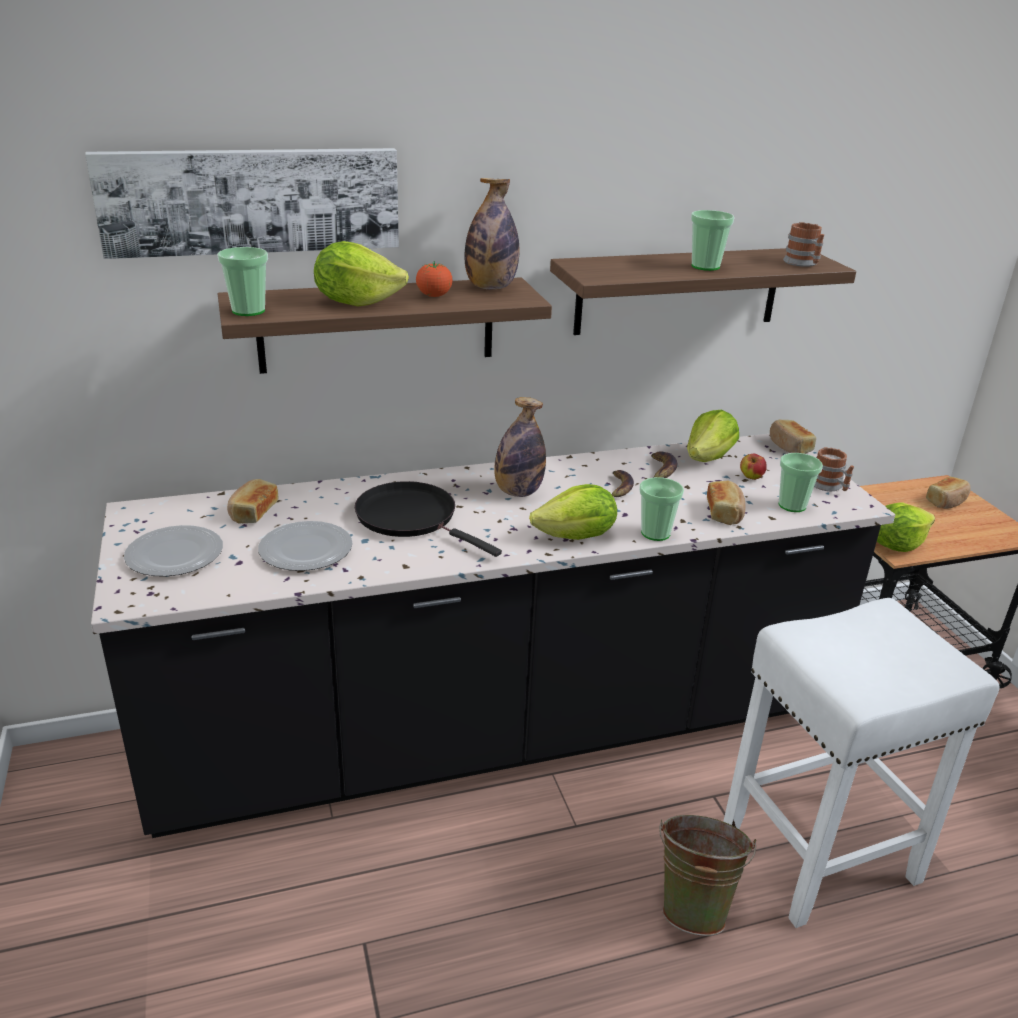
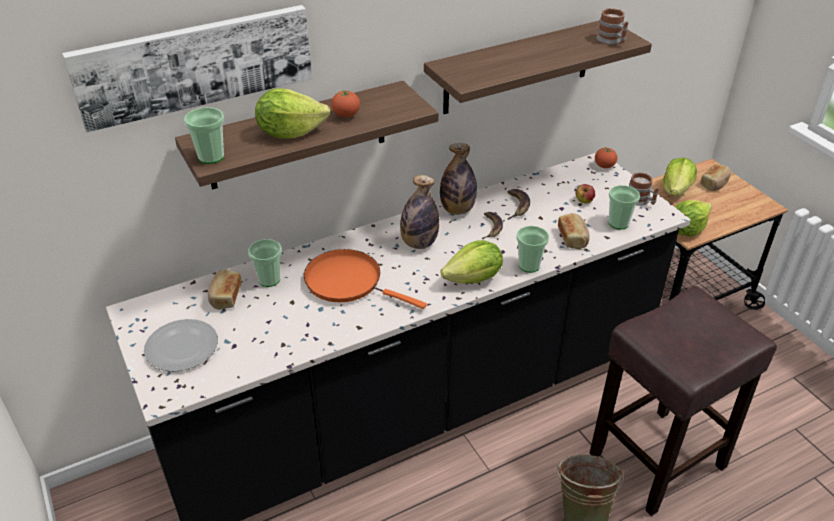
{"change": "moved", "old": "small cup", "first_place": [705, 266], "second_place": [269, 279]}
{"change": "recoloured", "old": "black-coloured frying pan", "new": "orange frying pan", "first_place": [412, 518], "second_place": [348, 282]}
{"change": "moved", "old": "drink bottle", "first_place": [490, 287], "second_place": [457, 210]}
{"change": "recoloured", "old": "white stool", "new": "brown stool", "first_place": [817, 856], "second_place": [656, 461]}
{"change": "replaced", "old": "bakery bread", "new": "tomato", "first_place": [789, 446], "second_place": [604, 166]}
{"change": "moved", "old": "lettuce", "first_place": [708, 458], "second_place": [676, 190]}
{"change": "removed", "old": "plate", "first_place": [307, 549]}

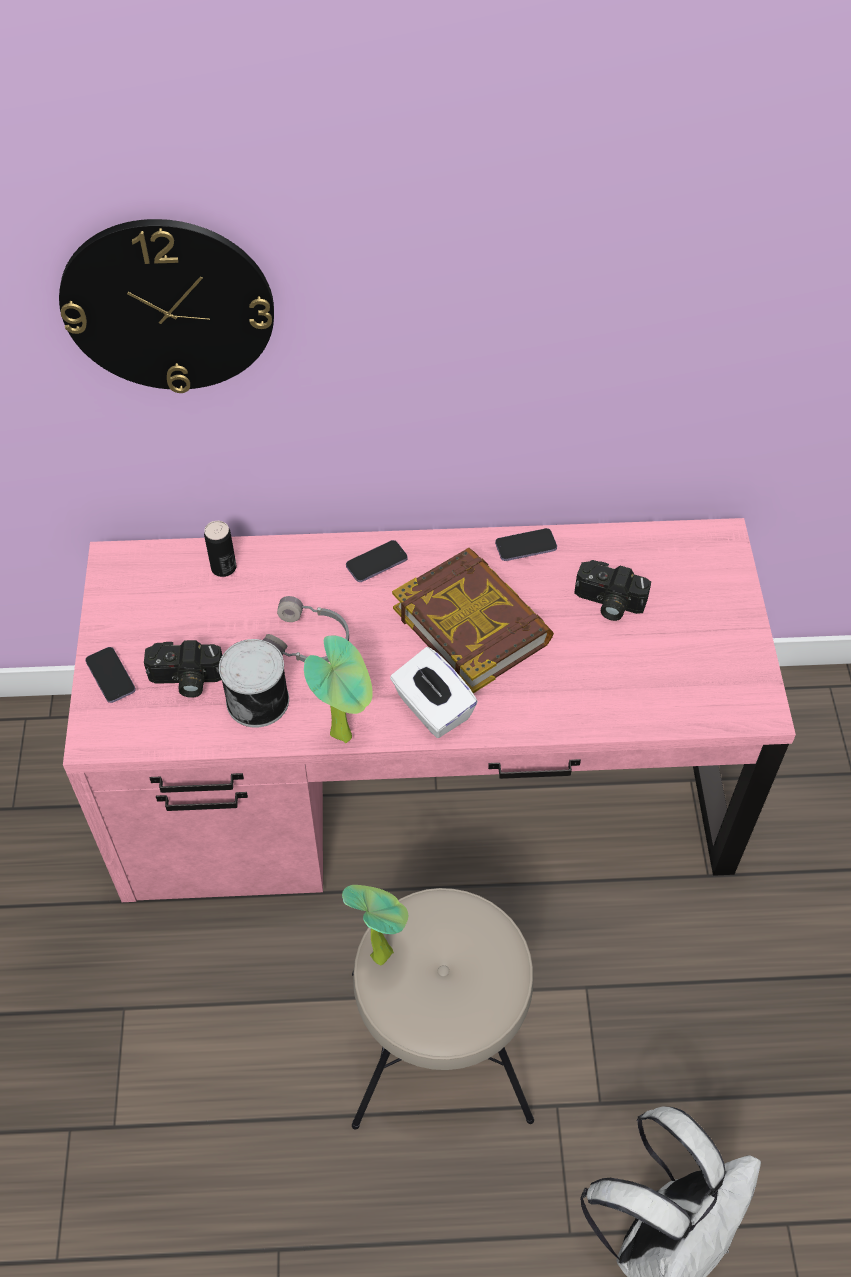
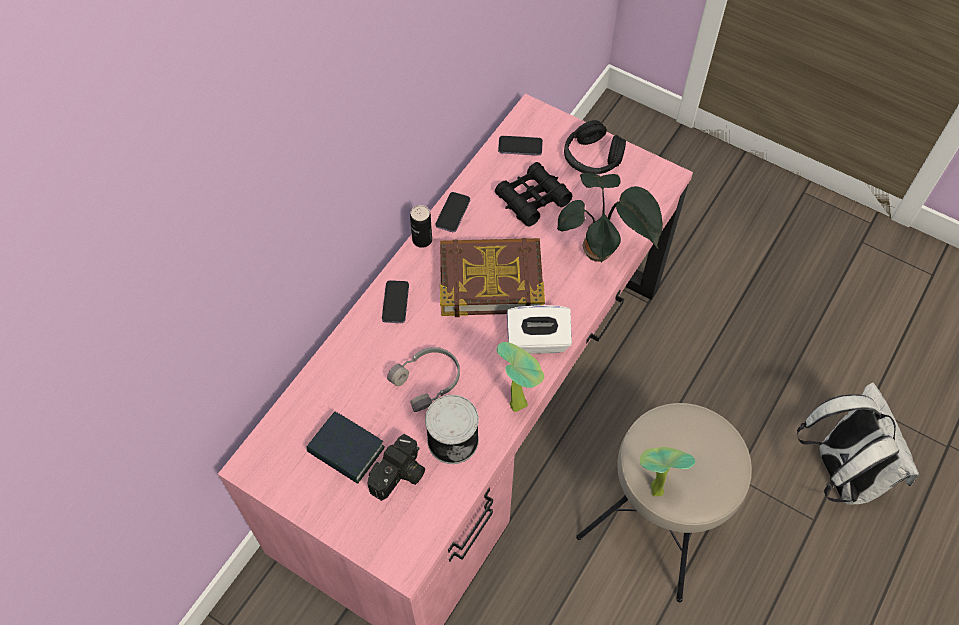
{"change": "added", "new": "book", "second_place": [346, 451]}
{"change": "moved", "old": "metal can", "first_place": [223, 567], "second_place": [422, 240]}
{"change": "replaced", "old": "photo camera", "new": "black-coloured binoculars", "first_place": [608, 603], "second_place": [532, 199]}
{"change": "moved", "old": "telephone", "first_place": [111, 676], "second_place": [520, 147]}
{"change": "added", "new": "potted plant", "second_place": [601, 253]}
{"change": "added", "new": "black-coloured headset", "second_place": [592, 158]}
{"change": "removed", "old": "hanging clock", "first_place": [168, 306]}

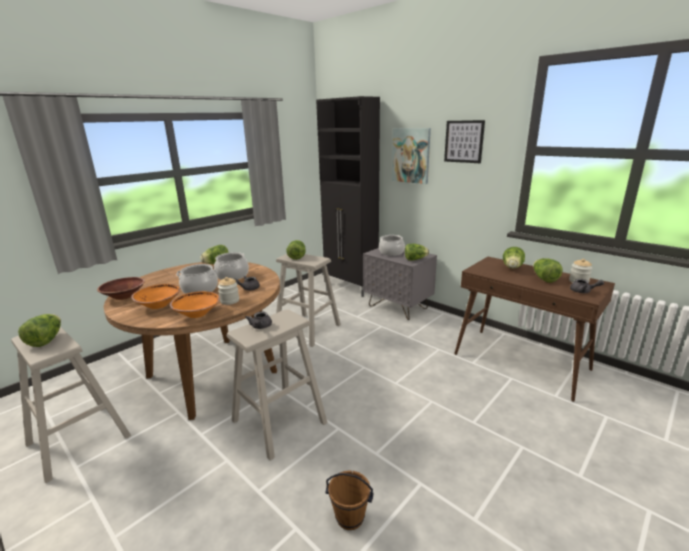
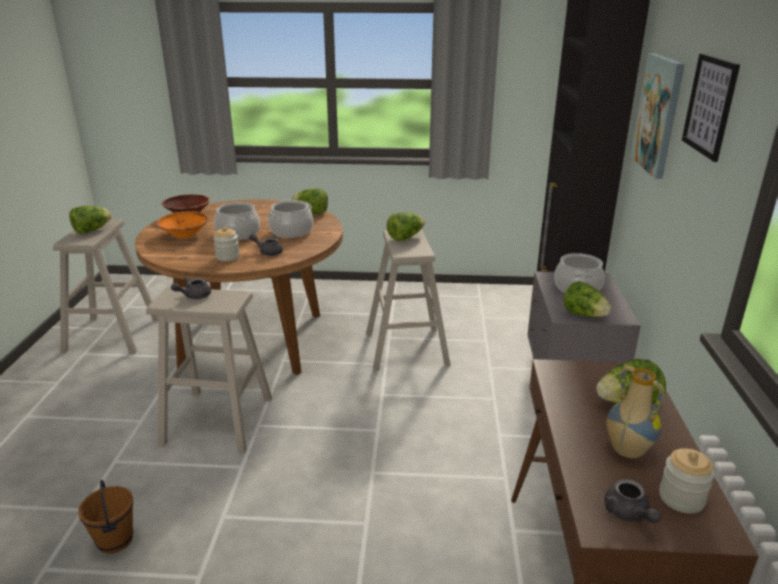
{"change": "replaced", "old": "lettuce", "new": "decorative vase", "first_place": [544, 279], "second_place": [626, 450]}
{"change": "removed", "old": "orange serving bowl", "first_place": [197, 313]}

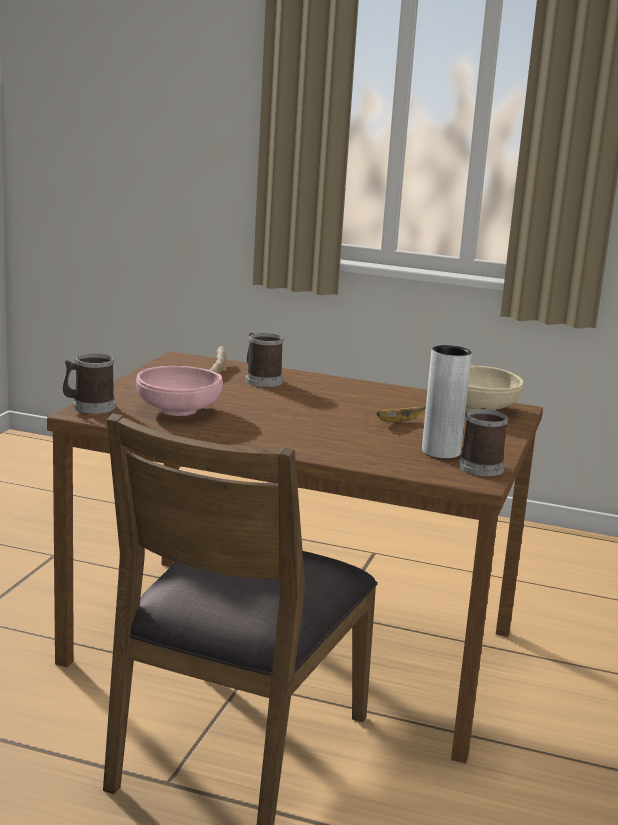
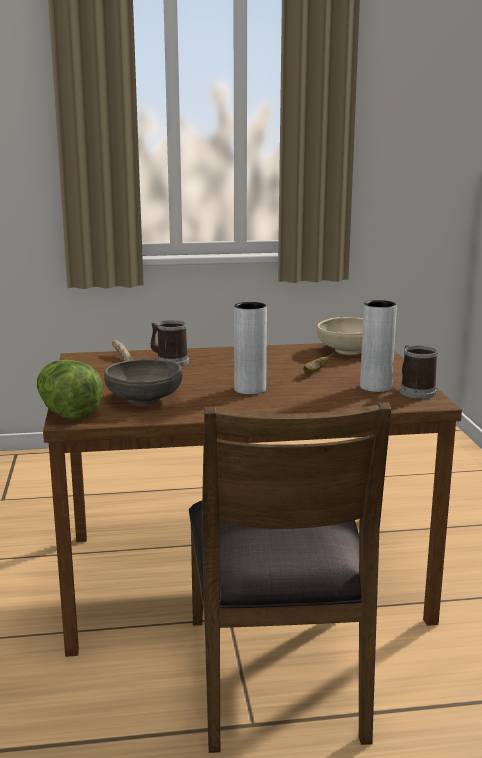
{"change": "replaced", "old": "tea mug", "new": "lettuce", "first_place": [89, 407], "second_place": [67, 413]}
{"change": "recoloured", "old": "pink-coloured serving bowl", "new": "grey serving bowl", "first_place": [178, 410], "second_place": [144, 399]}
{"change": "added", "new": "grey decorative vase", "second_place": [250, 389]}

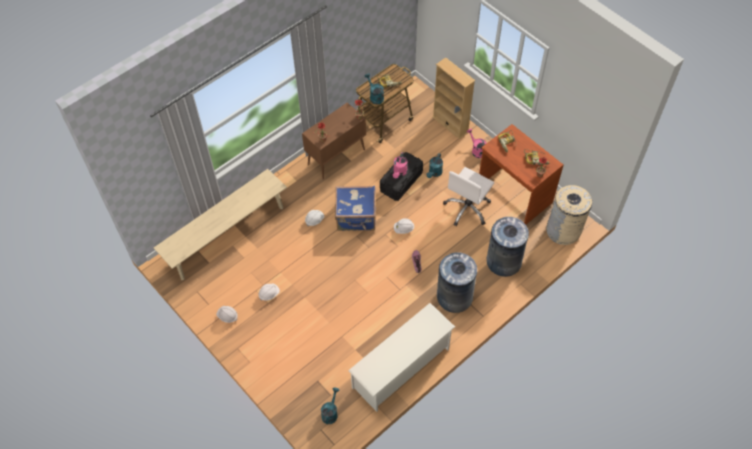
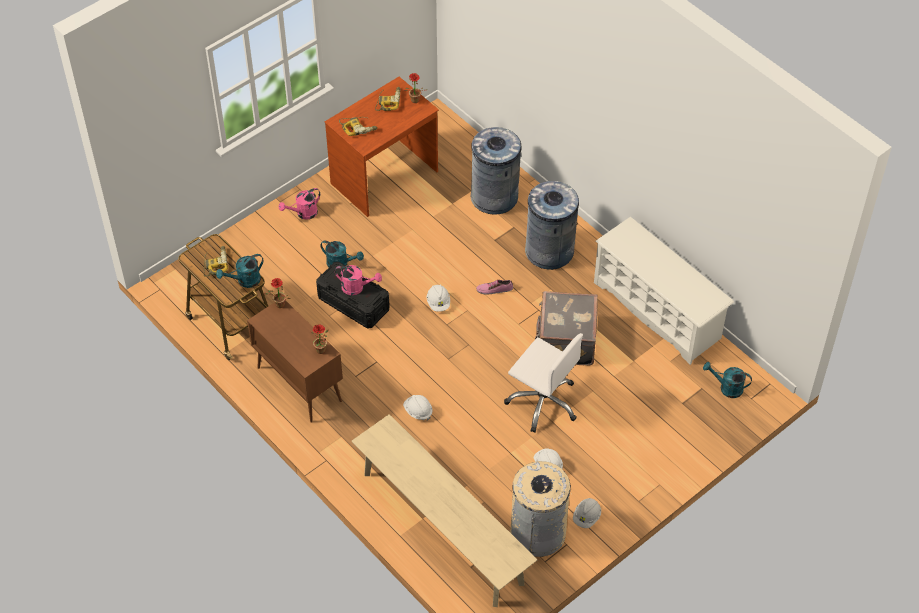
{"change": "moved", "old": "white desk chair", "first_place": [467, 208], "second_place": [543, 402]}
{"change": "moved", "old": "beige rubbish bin", "first_place": [563, 230], "second_place": [538, 532]}
{"change": "added", "new": "grey piece of luggage", "second_place": [565, 341]}
{"change": "removed", "old": "blue piece of luggage", "first_place": [356, 217]}
{"change": "removed", "old": "beige bookshelf", "first_place": [450, 124]}

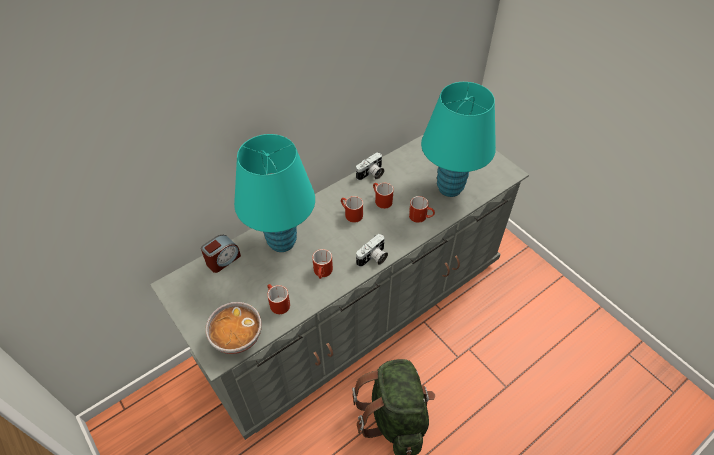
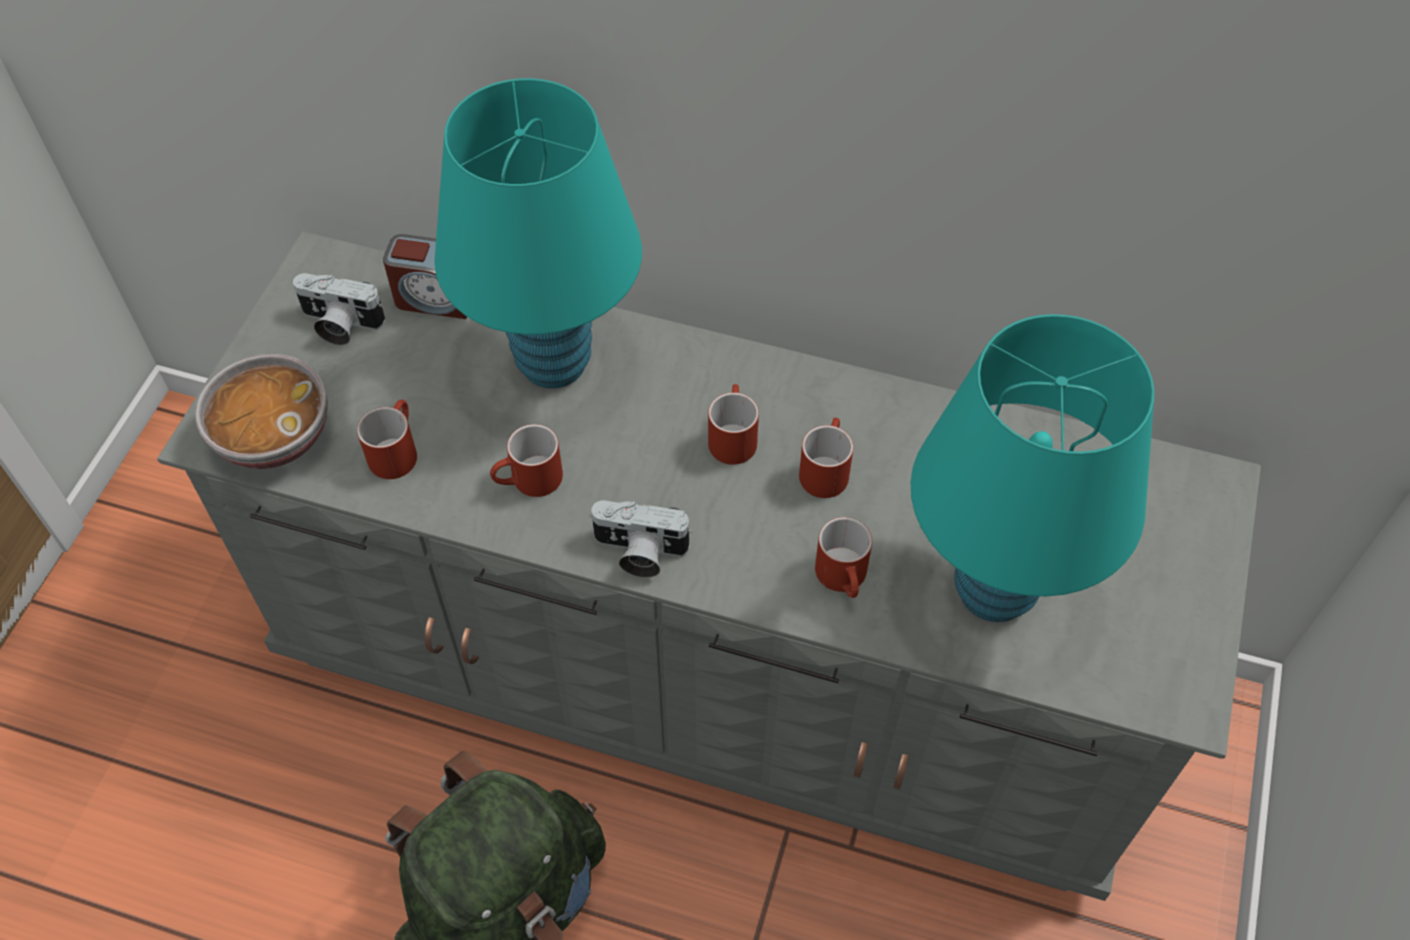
{"change": "moved", "old": "photo camera", "first_place": [371, 174], "second_place": [339, 324]}

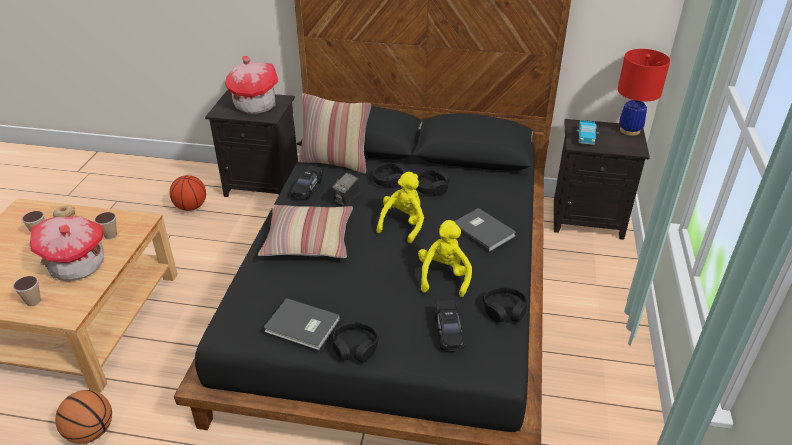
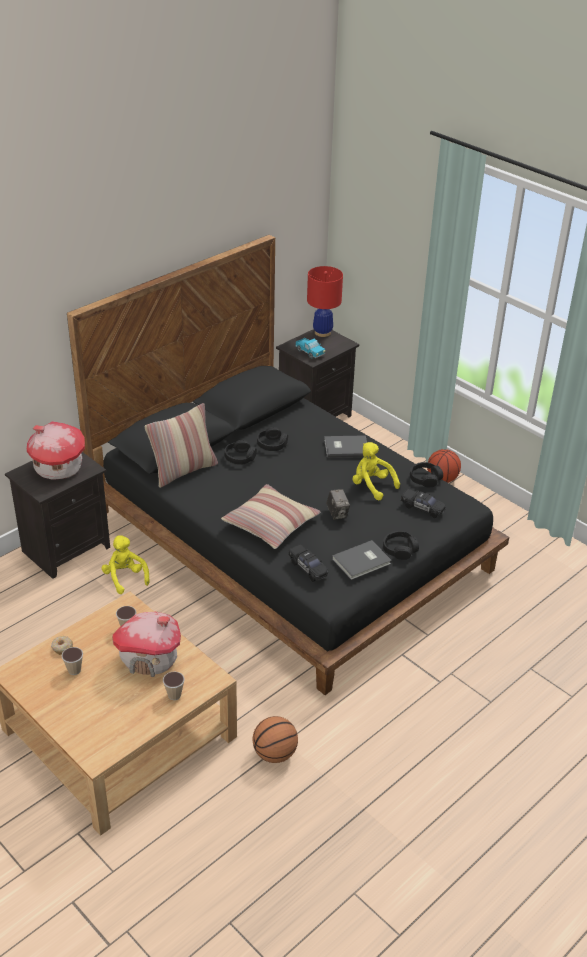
{"change": "moved", "old": "yellowish cuddly toy", "first_place": [403, 224], "second_place": [125, 577]}
{"change": "moved", "old": "black-coloured toy car", "first_place": [307, 188], "second_place": [308, 568]}
{"change": "moved", "old": "photo camera", "first_place": [347, 200], "second_place": [337, 513]}
{"change": "moved", "old": "ball for basketball", "first_place": [191, 207], "second_place": [442, 479]}

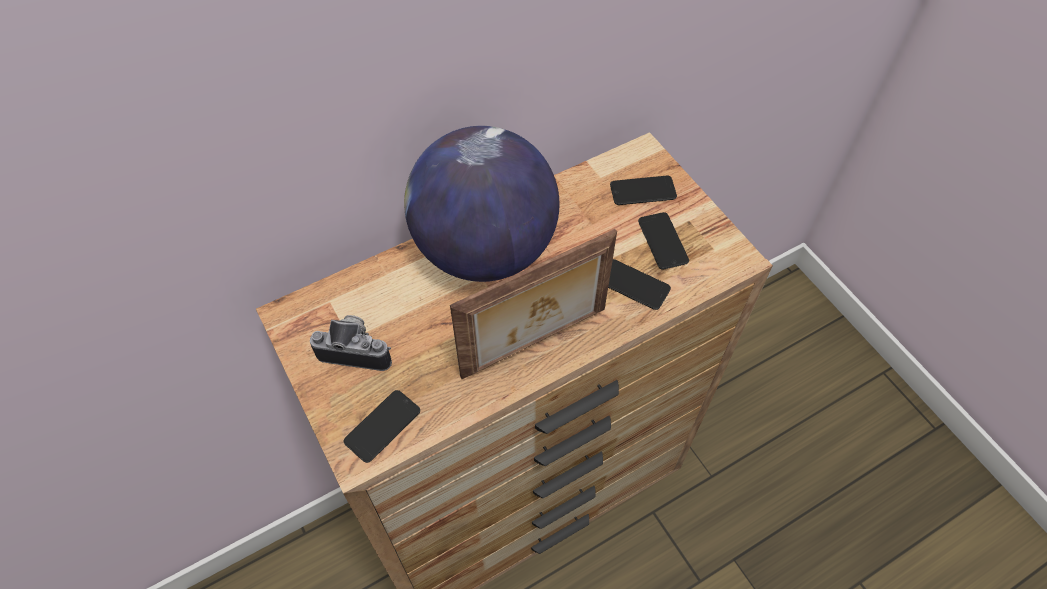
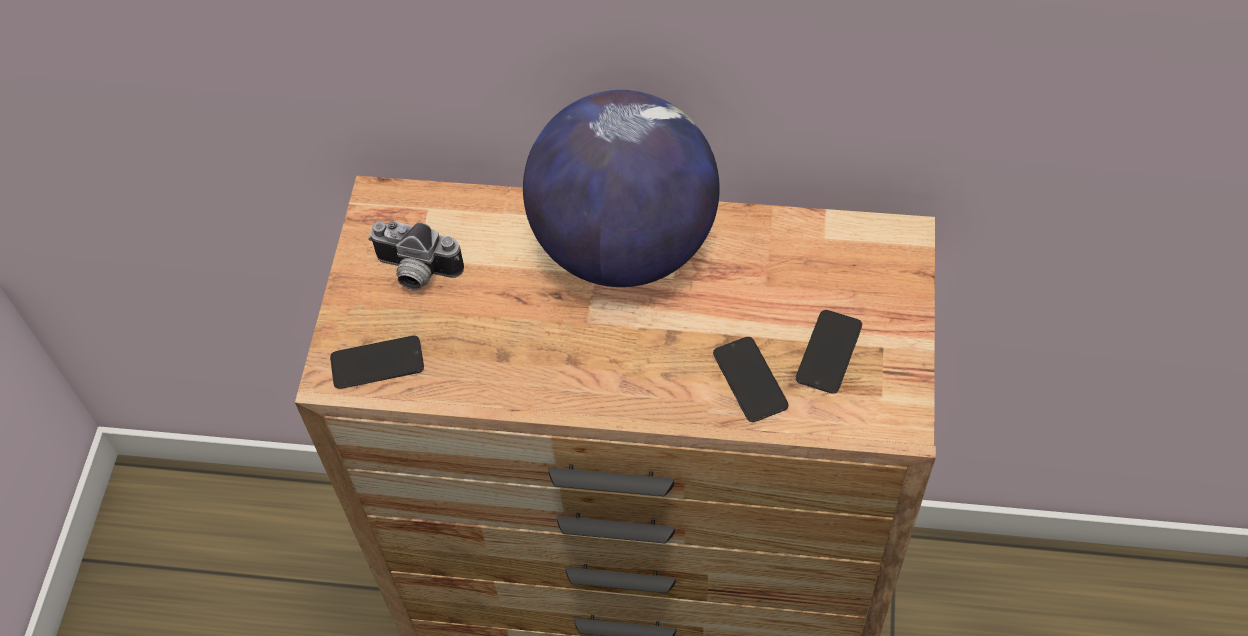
{"change": "turned", "old": "photo camera", "first_place": [357, 348], "second_place": [415, 273], "degrees": 150}
{"change": "removed", "old": "standing frame", "first_place": [535, 344]}
{"change": "removed", "old": "telephone", "first_place": [643, 191]}

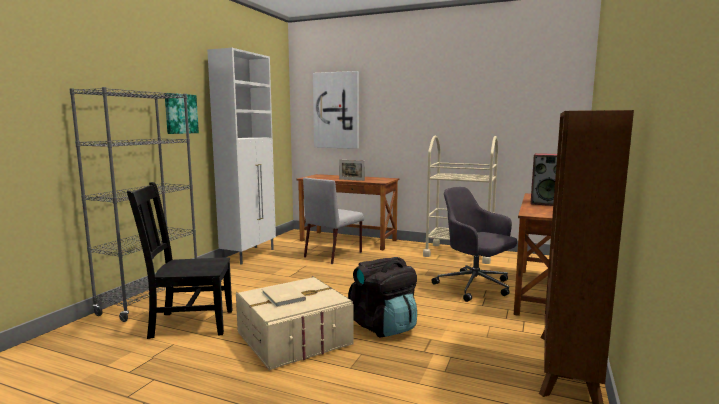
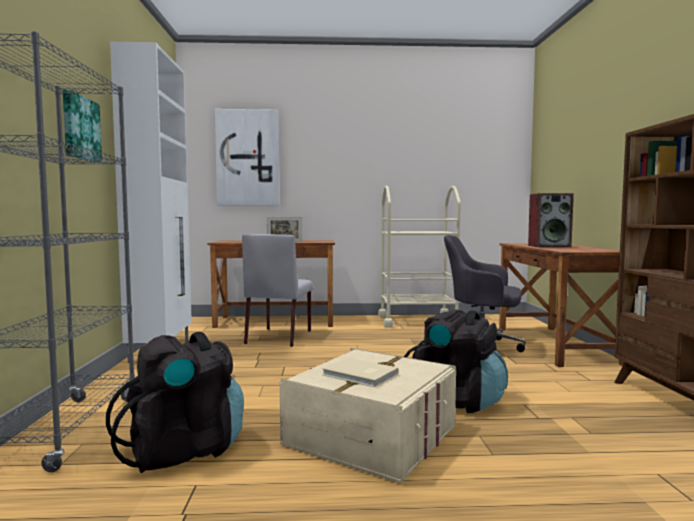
{"change": "replaced", "old": "black-coloured chair", "new": "black-coloured knapsack", "first_place": [189, 323], "second_place": [183, 450]}

